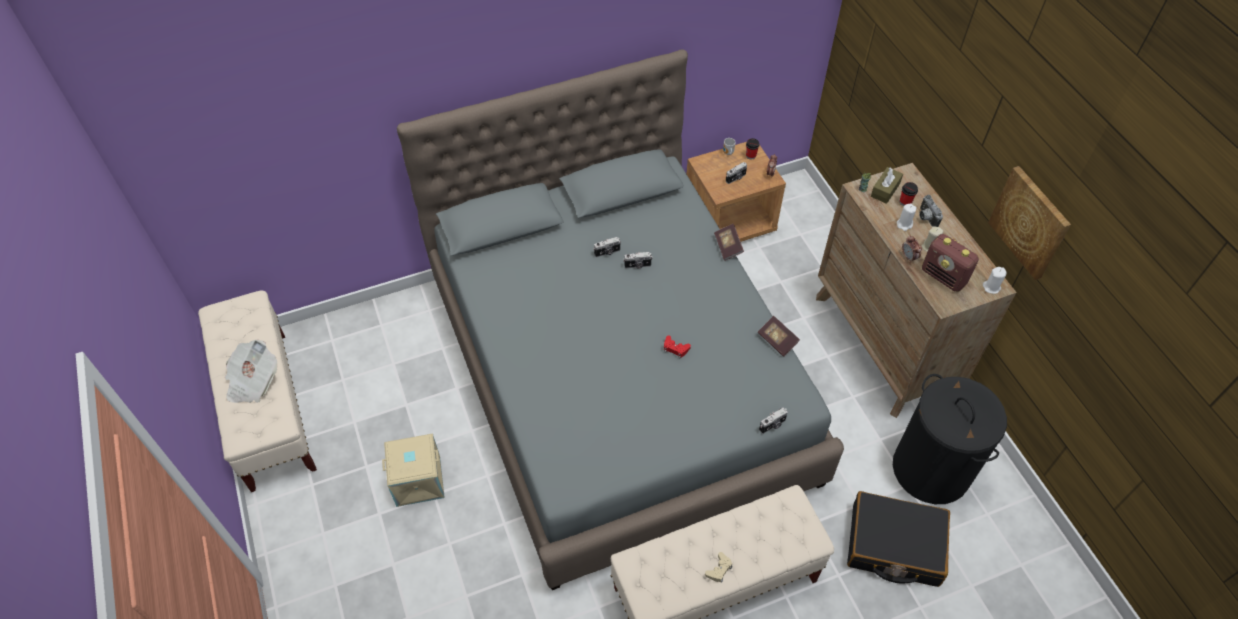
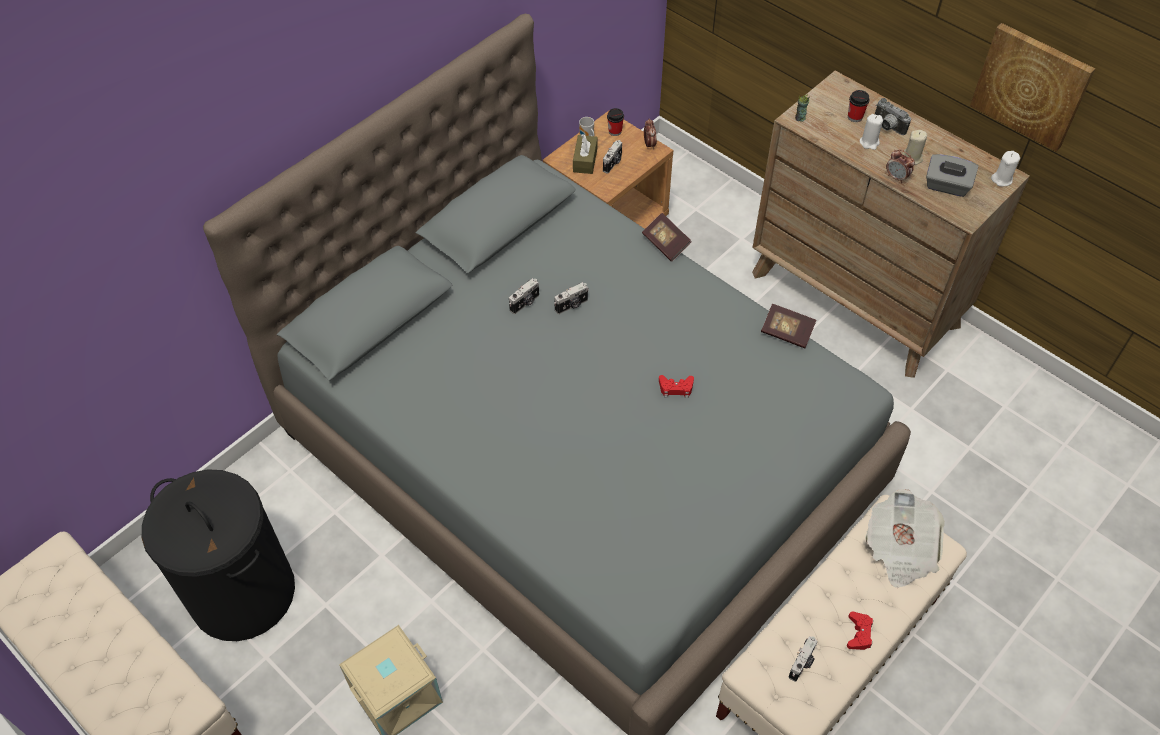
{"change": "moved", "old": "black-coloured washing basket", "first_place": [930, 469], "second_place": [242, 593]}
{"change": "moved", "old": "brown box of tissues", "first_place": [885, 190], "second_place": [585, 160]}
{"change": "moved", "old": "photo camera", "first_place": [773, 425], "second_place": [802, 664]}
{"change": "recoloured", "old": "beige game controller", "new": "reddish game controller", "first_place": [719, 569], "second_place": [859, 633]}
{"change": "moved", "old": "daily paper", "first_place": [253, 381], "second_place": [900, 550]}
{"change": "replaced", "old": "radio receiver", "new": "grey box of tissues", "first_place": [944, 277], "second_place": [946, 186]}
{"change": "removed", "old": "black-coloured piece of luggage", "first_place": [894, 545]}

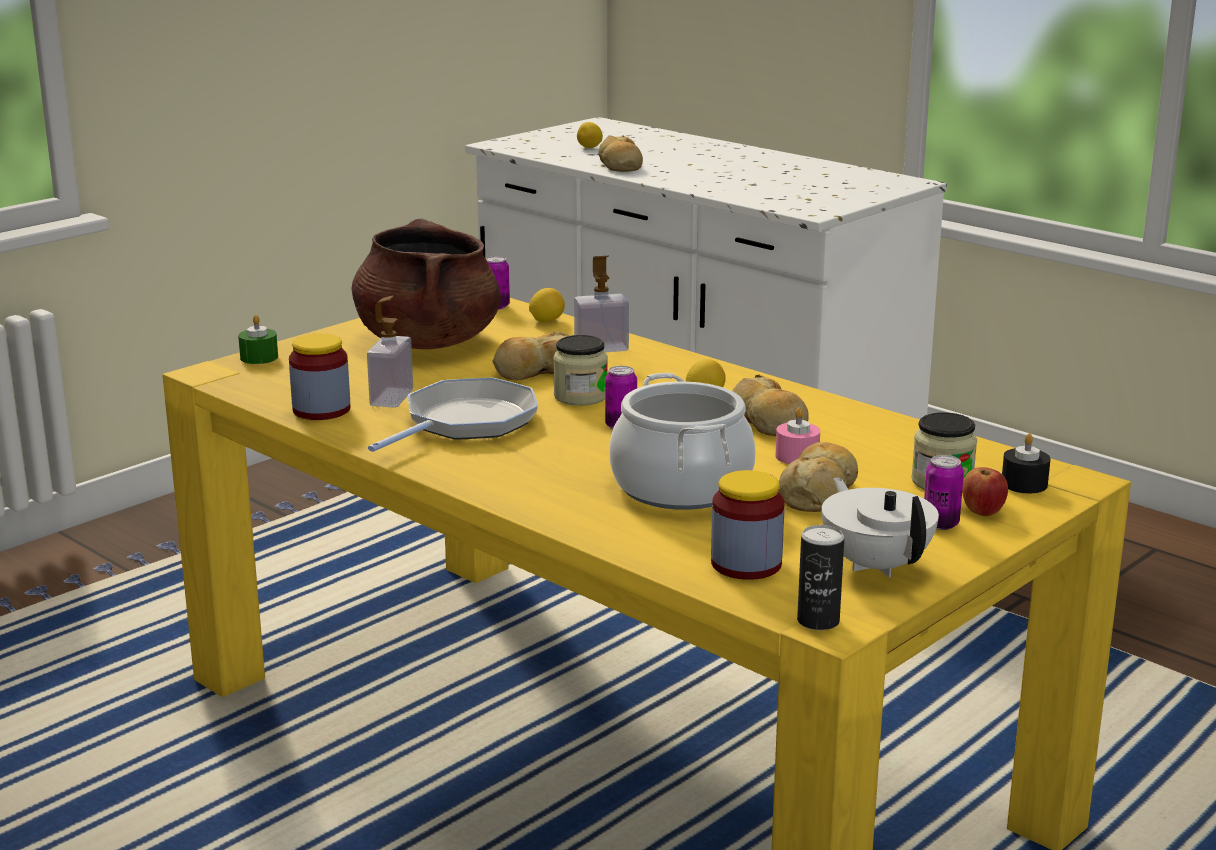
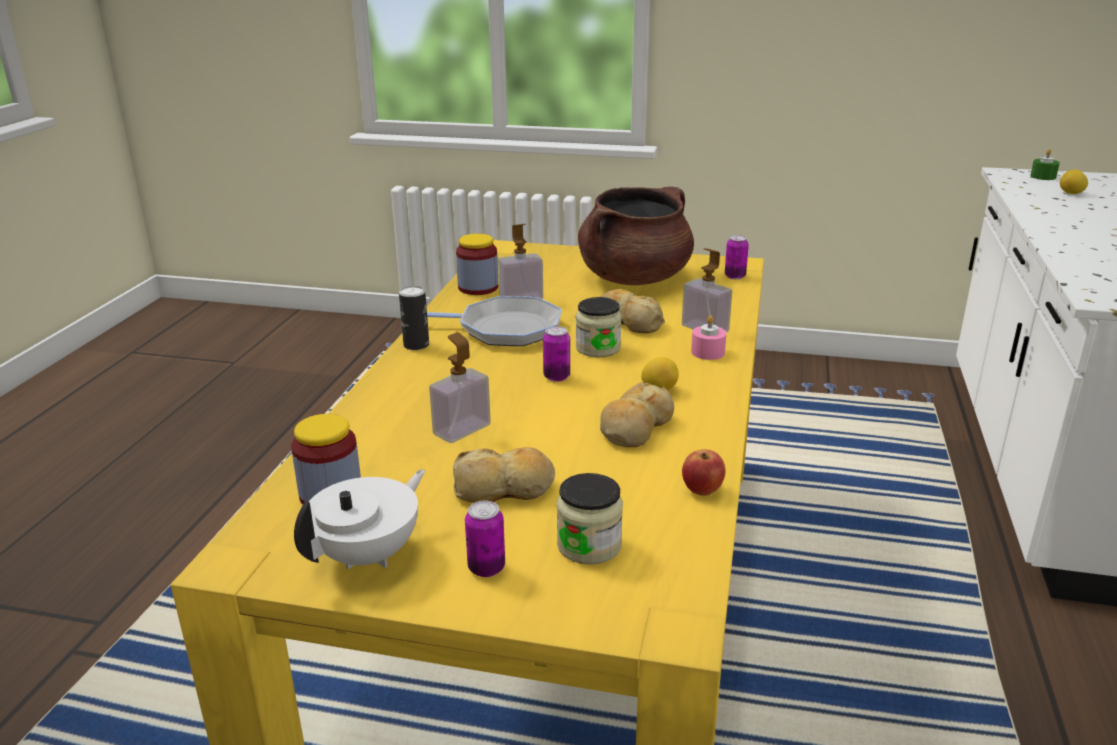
{"change": "moved", "old": "metal can", "first_place": [818, 621], "second_place": [416, 345]}
{"change": "replaced", "old": "cooking pot", "new": "soap bottle", "first_place": [682, 486], "second_place": [462, 429]}
{"change": "moved", "old": "apple fruit", "first_place": [982, 512], "second_place": [702, 490]}
{"change": "moved", "old": "pink-coloured candle", "first_place": [797, 456], "second_place": [707, 352]}
{"change": "moved", "old": "green-coloured candle", "first_place": [259, 357], "second_place": [1043, 177]}
{"change": "removed", "old": "citrus fruit", "first_place": [546, 321]}
{"change": "removed", "old": "bakery bread", "first_place": [620, 165]}
{"change": "removed", "old": "black-coloured candle", "first_place": [1024, 484]}

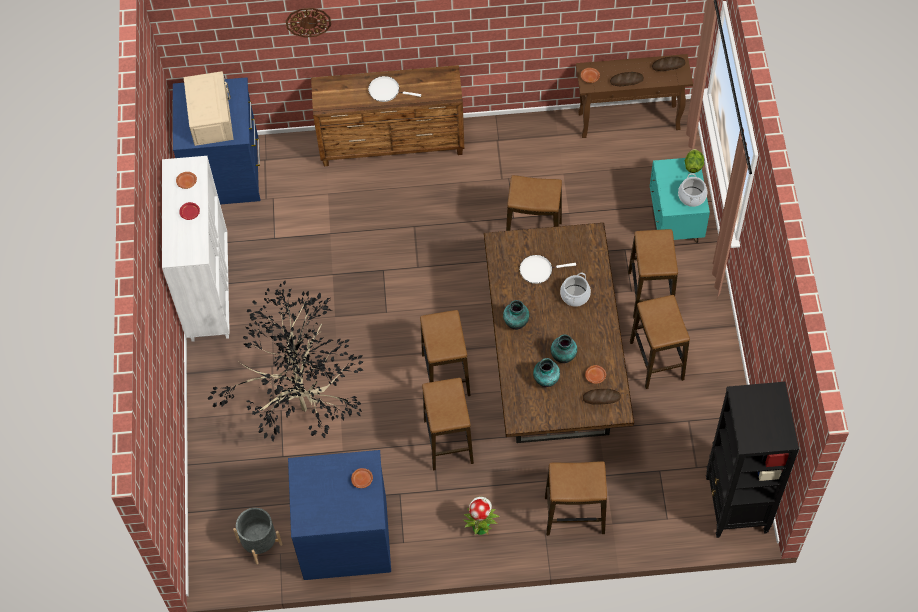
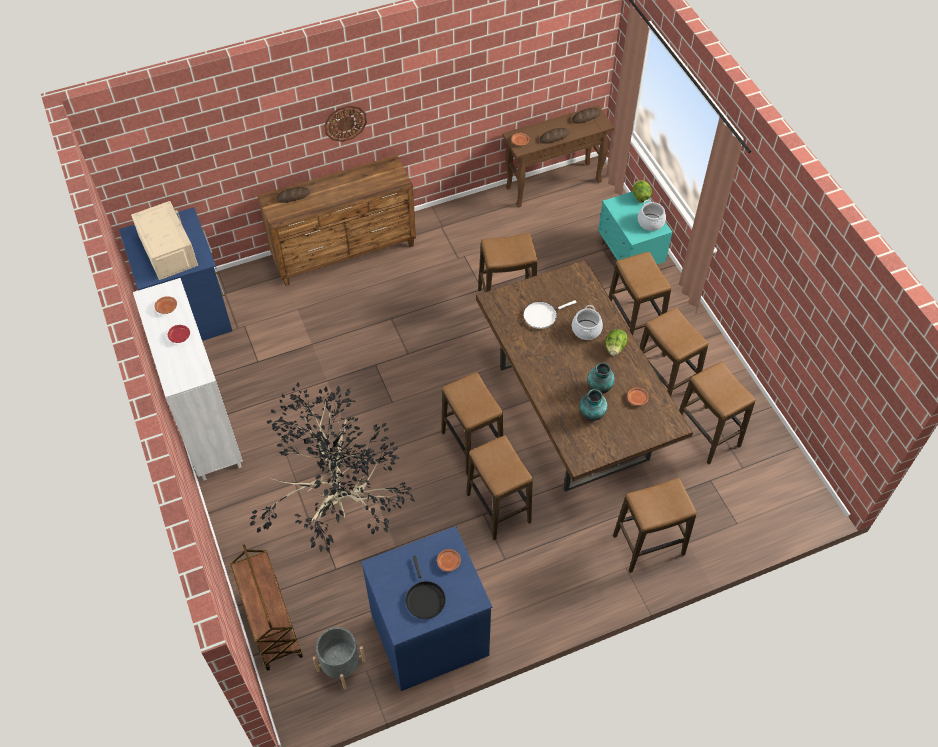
{"change": "added", "new": "brown wheeled cart", "second_place": [271, 623]}
{"change": "moved", "old": "bakery bread", "first_place": [601, 398], "second_place": [293, 196]}
{"change": "moved", "old": "hanging clock", "first_place": [308, 21], "second_place": [345, 123]}
{"change": "added", "new": "black-coloured frying pan", "second_place": [424, 598]}
{"change": "added", "new": "lettuce", "second_place": [614, 348]}
{"change": "added", "new": "stool", "second_place": [707, 435]}
{"change": "removed", "old": "white frying pan", "first_place": [386, 91]}
{"change": "removed", "old": "potted plant", "first_place": [480, 526]}
{"change": "removed", "old": "decorative vase", "first_place": [516, 322]}
{"change": "removed", "old": "black-coloured bookshelf", "first_place": [736, 505]}

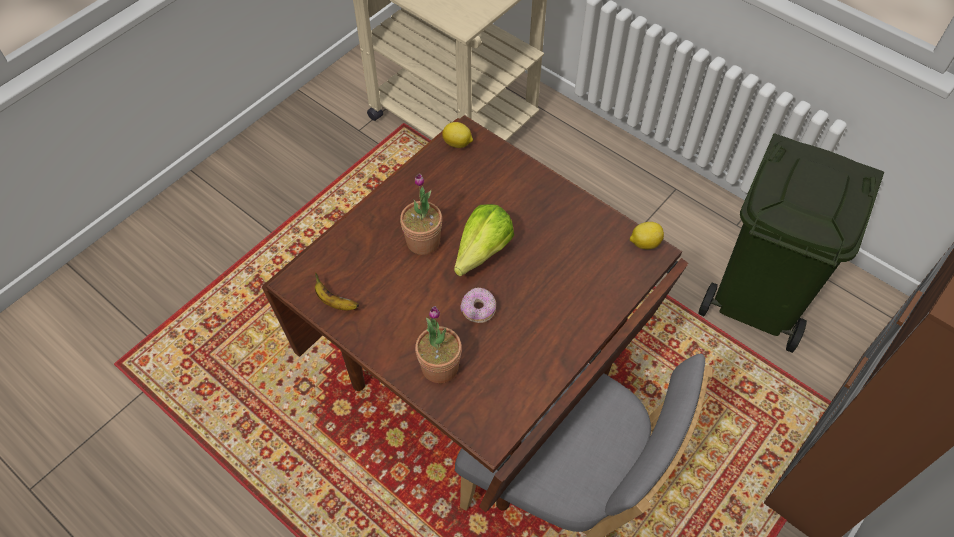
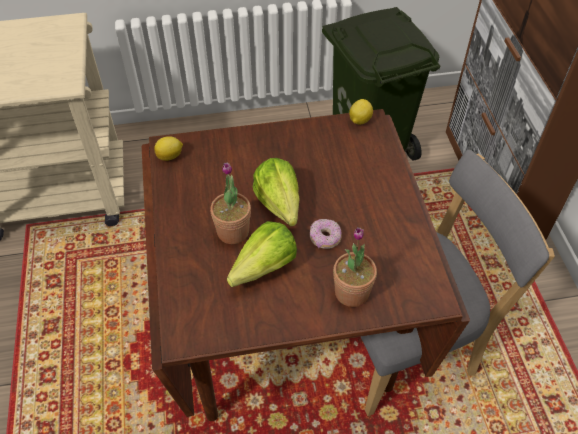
{"change": "added", "new": "lettuce", "second_place": [258, 271]}
{"change": "removed", "old": "banana fruit", "first_place": [335, 302]}

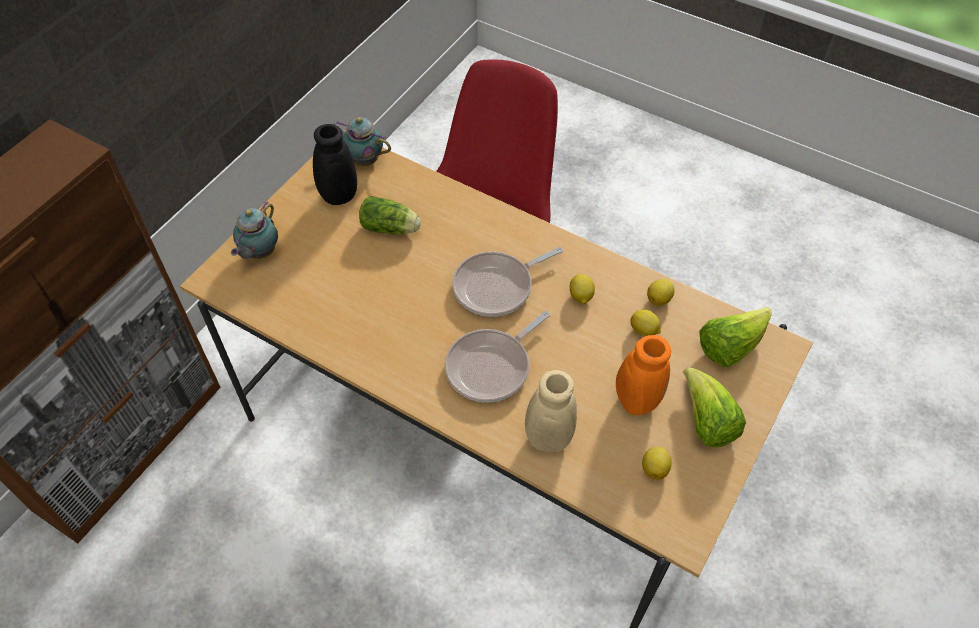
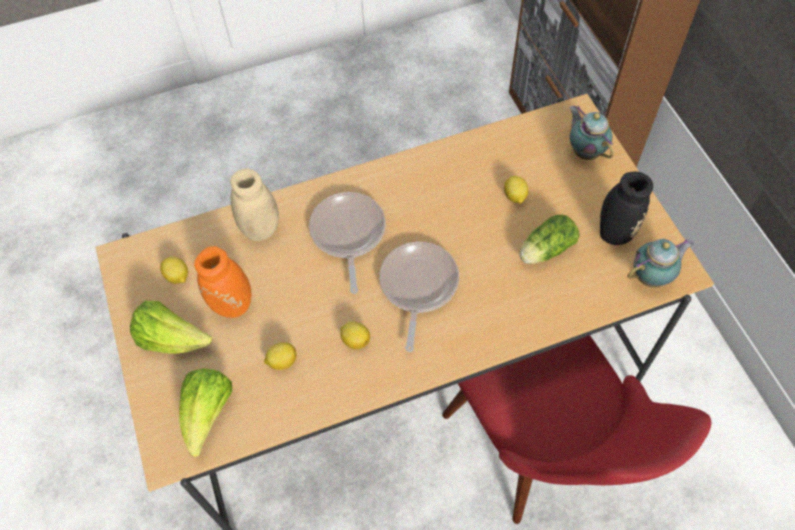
{"change": "moved", "old": "citrus fruit", "first_place": [659, 299], "second_place": [515, 197]}

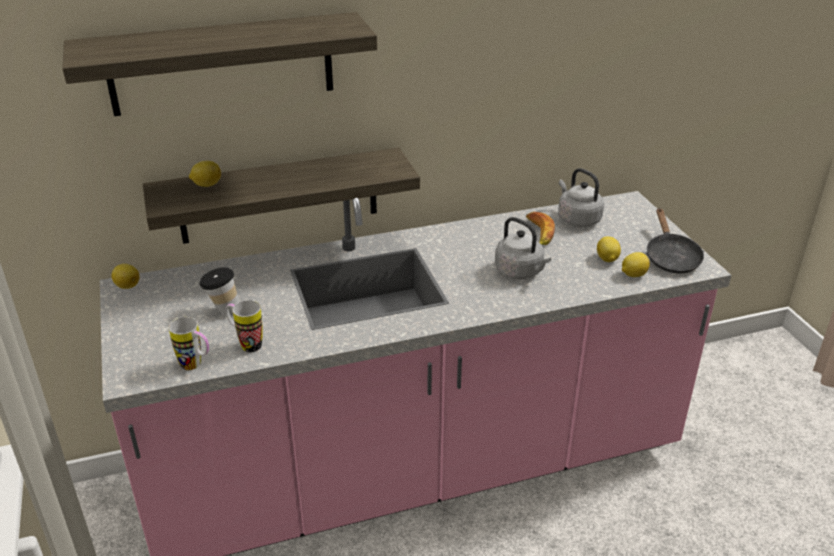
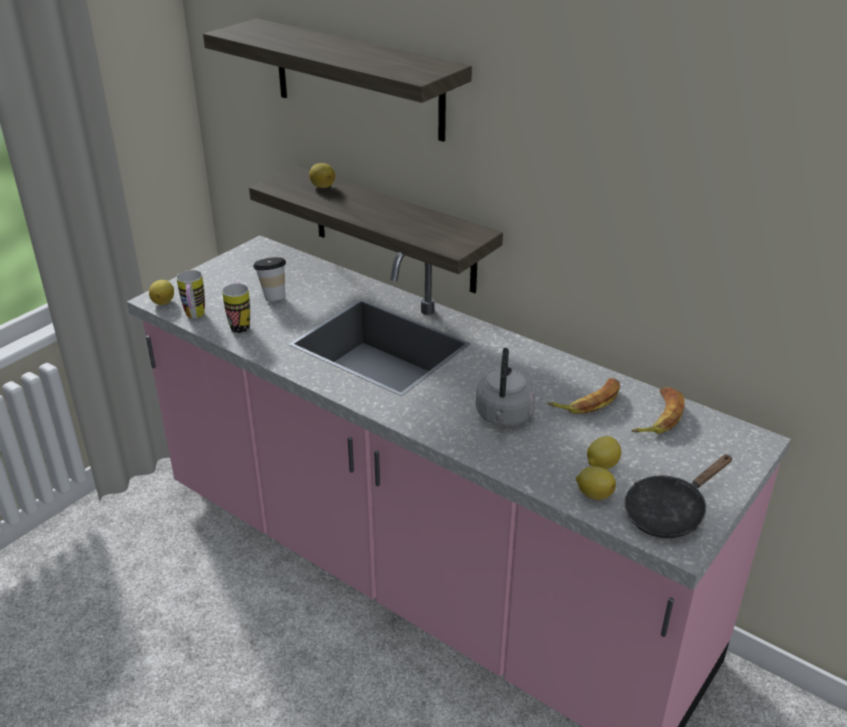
{"change": "moved", "old": "citrus fruit", "first_place": [127, 285], "second_place": [164, 302]}
{"change": "replaced", "old": "grey tea kettle", "new": "banana fruit", "first_place": [577, 219], "second_place": [658, 416]}

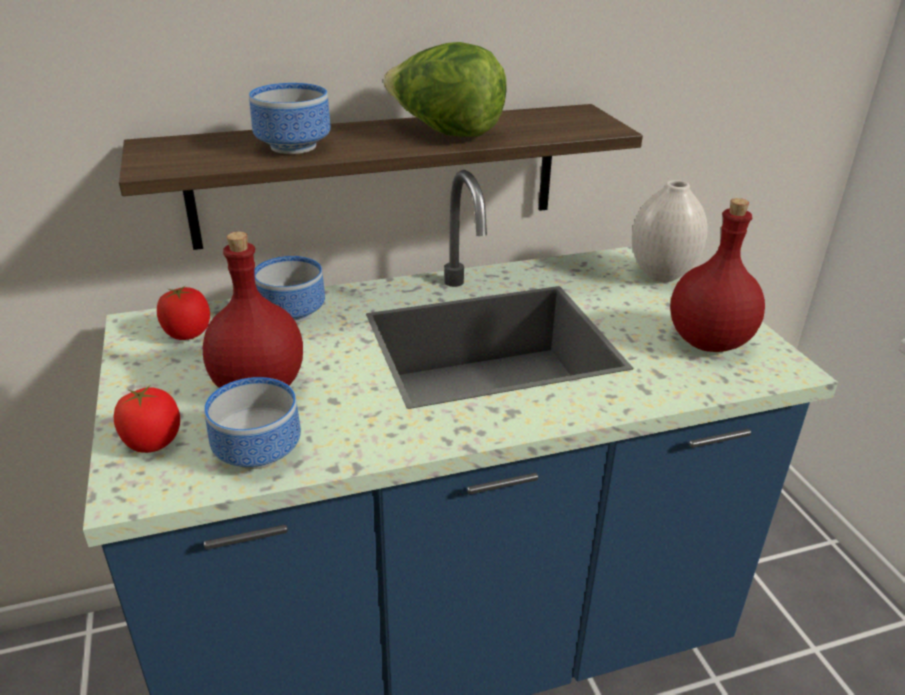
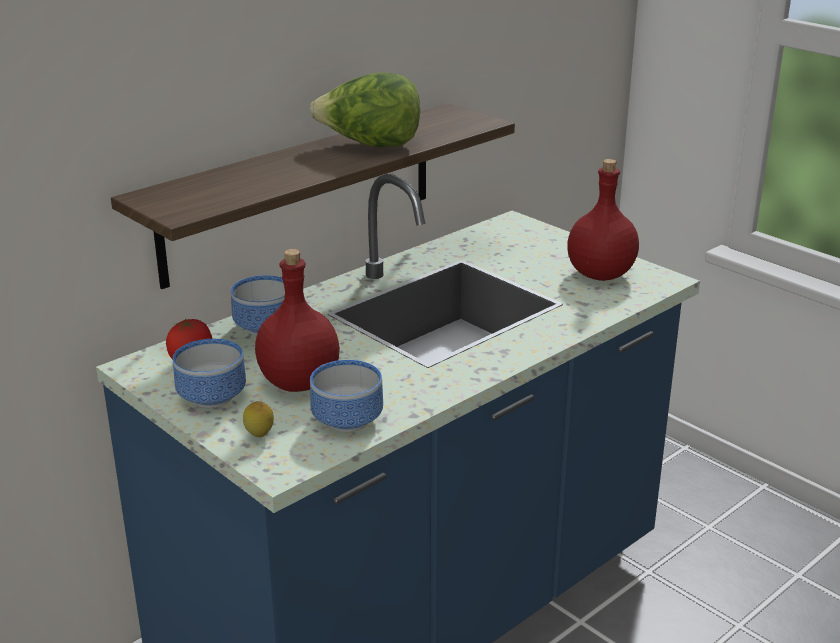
{"change": "moved", "old": "serving bowl", "first_place": [291, 147], "second_place": [211, 399]}
{"change": "replaced", "old": "tomato", "new": "citrus fruit", "first_place": [153, 443], "second_place": [259, 437]}
{"change": "removed", "old": "white decorative vase", "first_place": [661, 274]}

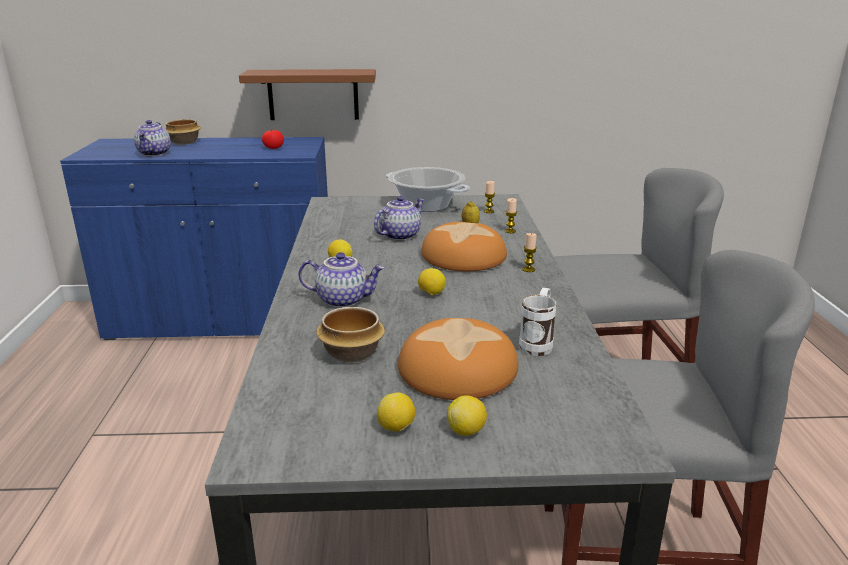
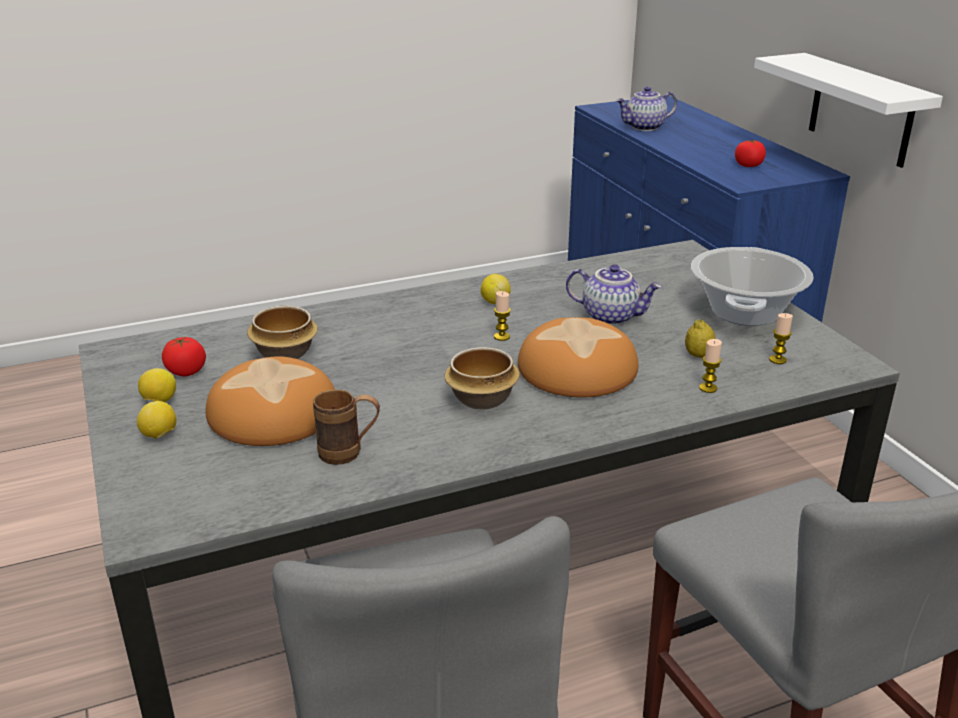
{"change": "added", "new": "tomato", "second_place": [186, 371]}
{"change": "recoloured", "old": "white tea mug", "new": "brown tea mug", "first_place": [538, 344], "second_place": [349, 453]}
{"change": "moved", "old": "serving bowl", "first_place": [185, 142], "second_place": [482, 400]}
{"change": "moved", "old": "candle", "first_place": [528, 269], "second_place": [501, 337]}
{"change": "recoloured", "old": "brown wall shelf", "new": "white wall shelf", "first_place": [313, 94], "second_place": [861, 110]}
{"change": "removed", "old": "tea pot", "first_place": [343, 300]}
{"change": "removed", "old": "citrus fruit", "first_place": [431, 294]}

